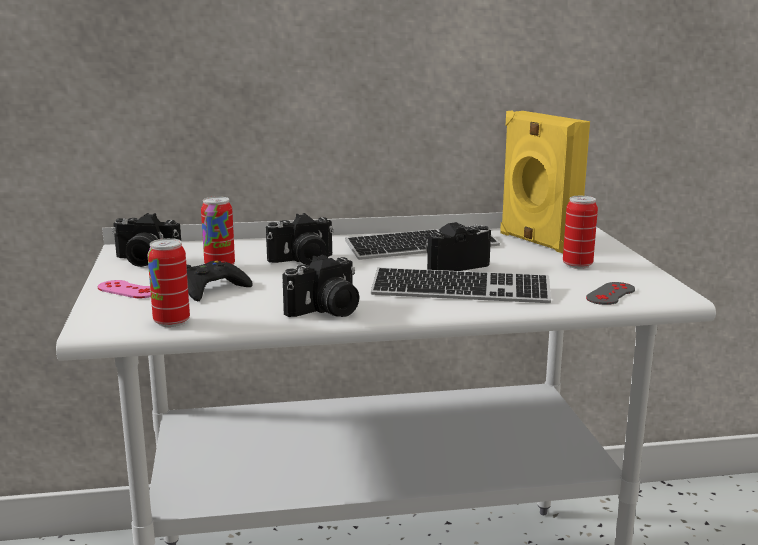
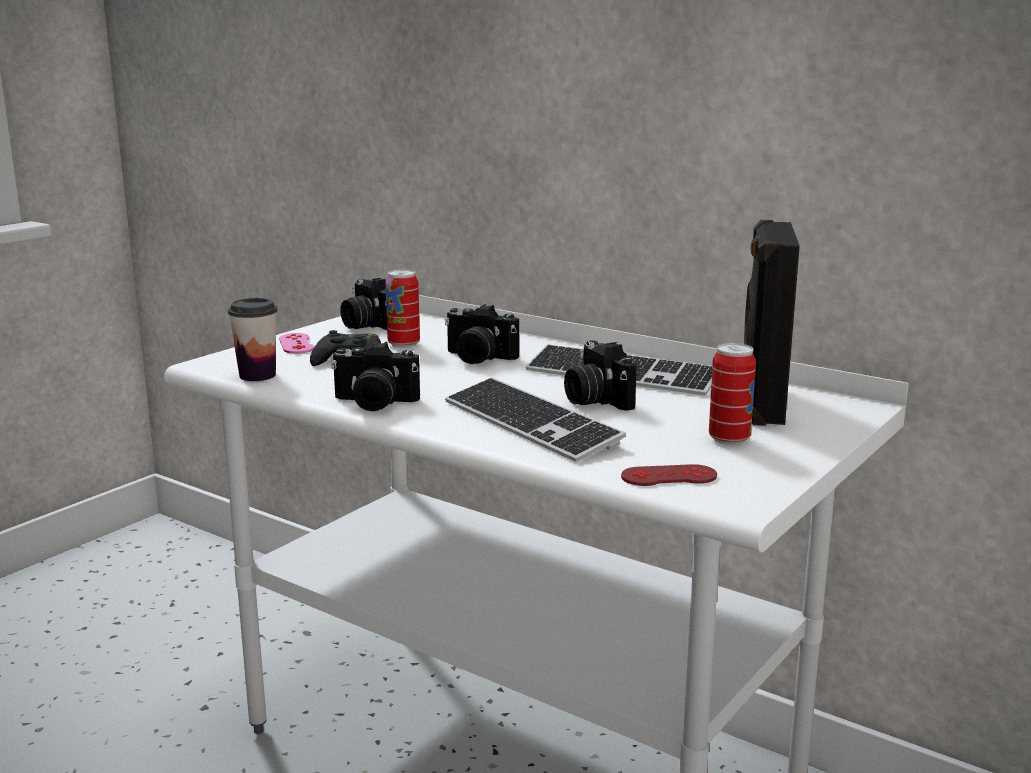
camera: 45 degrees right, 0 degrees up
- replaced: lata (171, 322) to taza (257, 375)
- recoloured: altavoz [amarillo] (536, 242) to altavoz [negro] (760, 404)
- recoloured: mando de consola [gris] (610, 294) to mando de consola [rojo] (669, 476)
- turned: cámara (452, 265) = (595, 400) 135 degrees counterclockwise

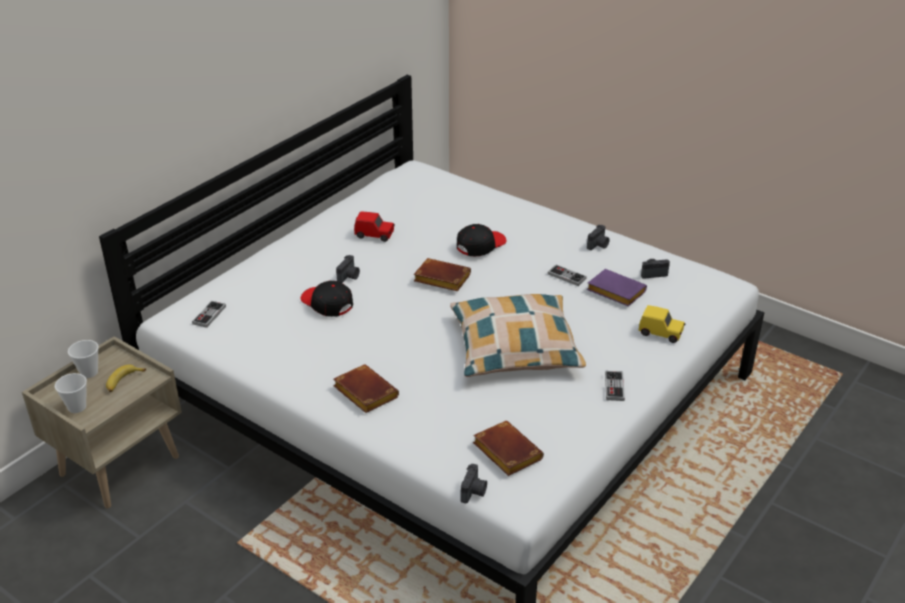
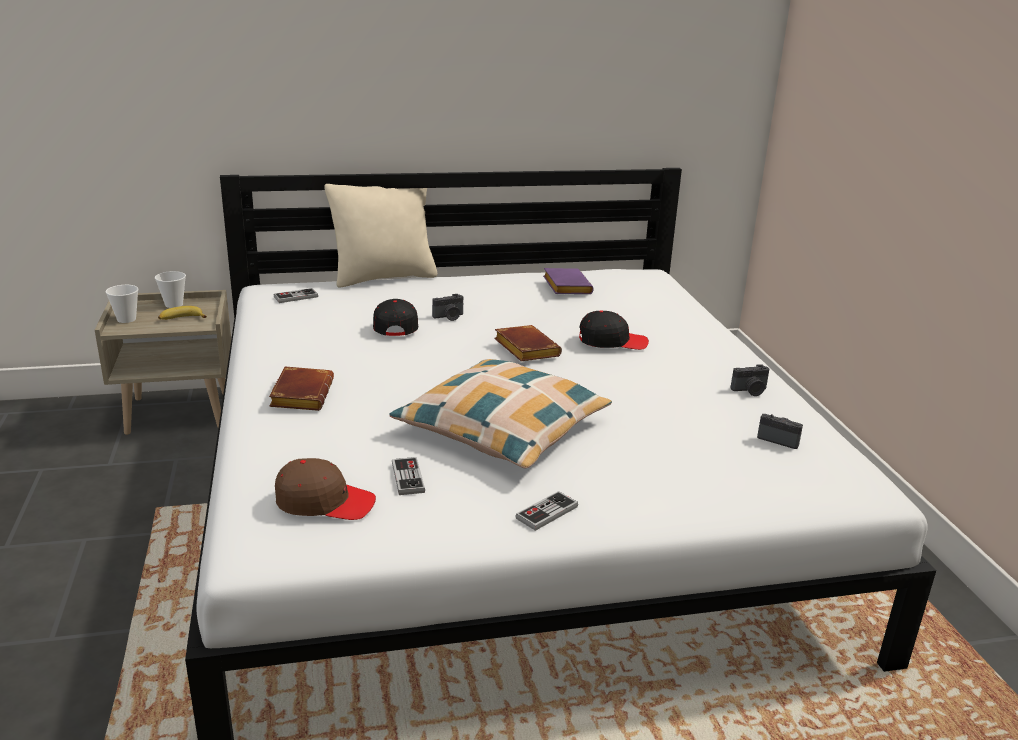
camera: 40 degrees right, 10 degrees down
- removed: coche de juguete [rojo] (375, 235)
- removed: cámara (474, 492)
- removed: coche de juguete [amarillo] (661, 333)
- added: cojín [beis] (384, 277)
- moved: mando de consola (566, 276) to (408, 478)
- moved: libro [morado] (614, 292) to (565, 286)
- replaced: libro [marrón] (504, 452) to gorra [marrón] (324, 502)

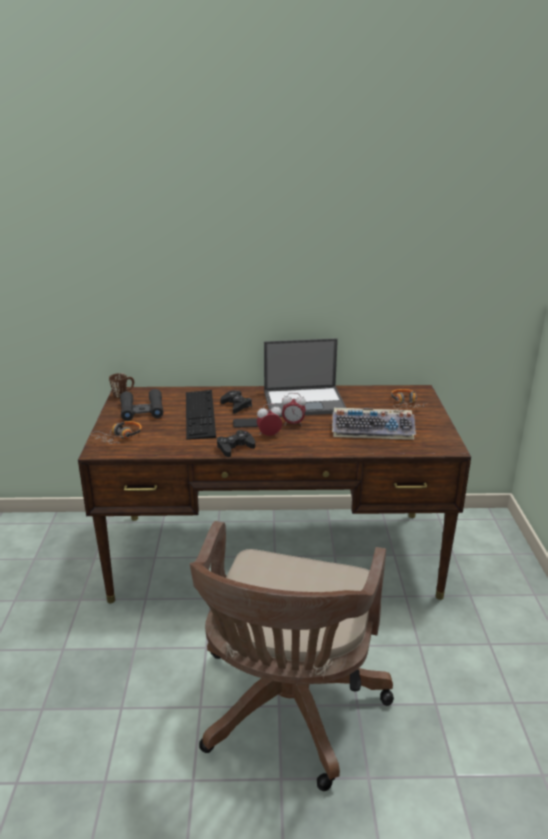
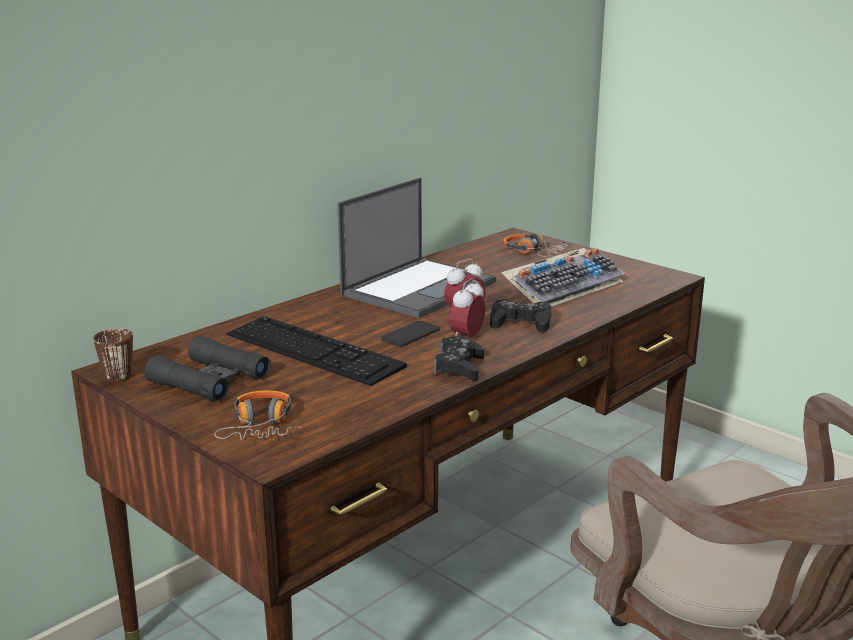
camera: 45 degrees left, 5 degrees down
- moved: mando de consola [negro] (236, 406) to (521, 323)

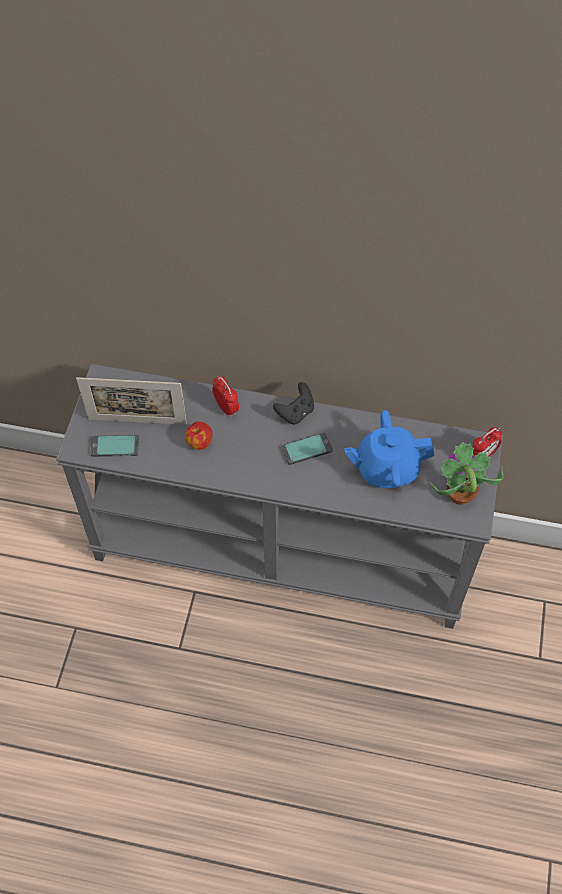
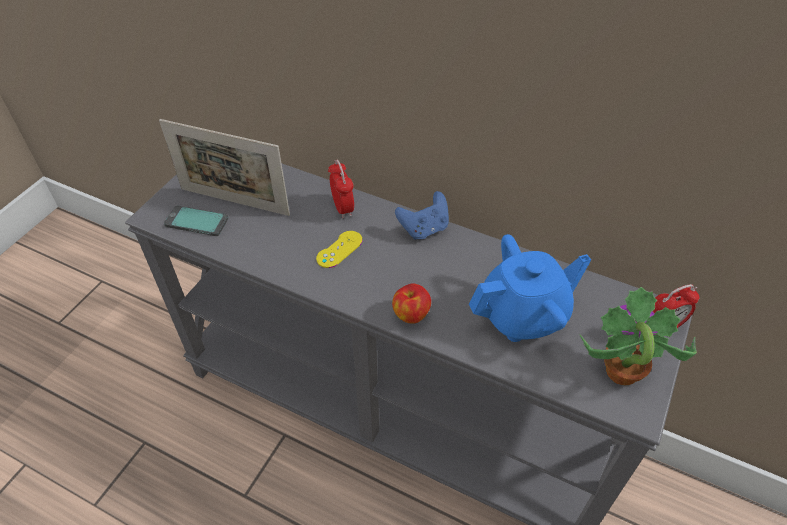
camera: 15 degrees right, 10 degrees down
- removed: móvil (306, 449)
- added: mando de consola [amarillo] (339, 249)
- moved: manzana (199, 442) to (411, 314)
- recoloured: mando de consola [negro] (295, 412) to mando de consola [azul] (424, 229)
- turned: tetera [azul] (386, 468) = (523, 315) 150 degrees clockwise

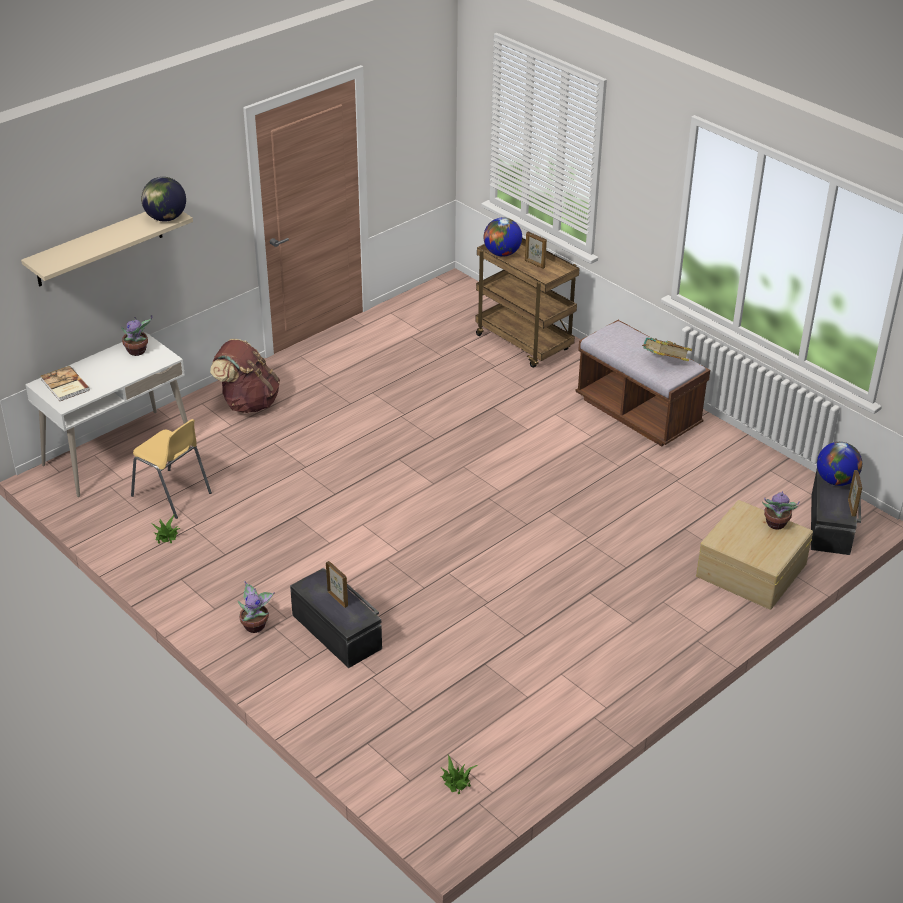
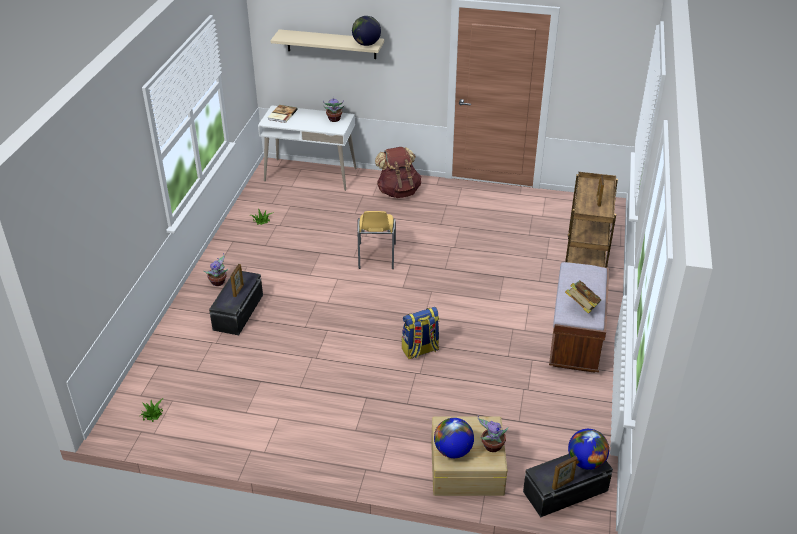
camera: 55 degrees right, 0 degrees up
- added: mochila (420, 350)
- moved: silla [amarillo] (172, 495) to (376, 256)
- moved: globo terráqueo (502, 253) to (453, 451)

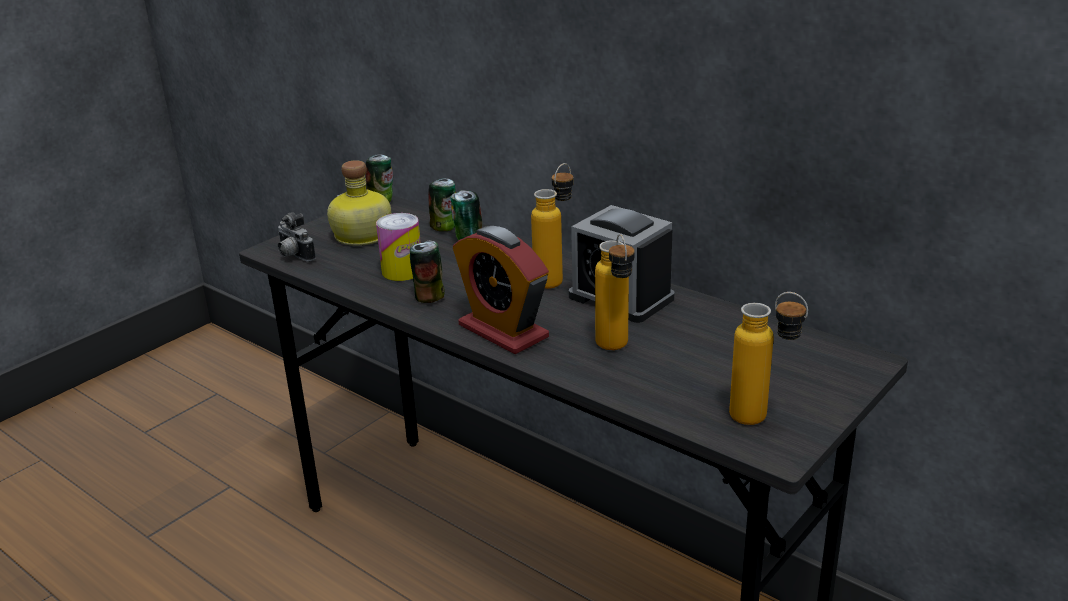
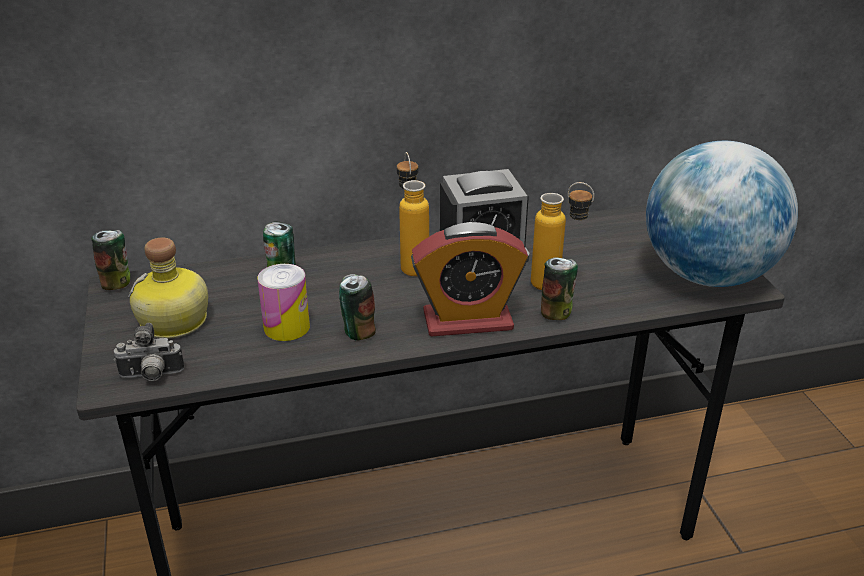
camera: 55 degrees left, 5 degrees up
- moved: lata (445, 228) to (556, 313)
- replaced: botella (762, 420) to globo terráqueo (707, 275)

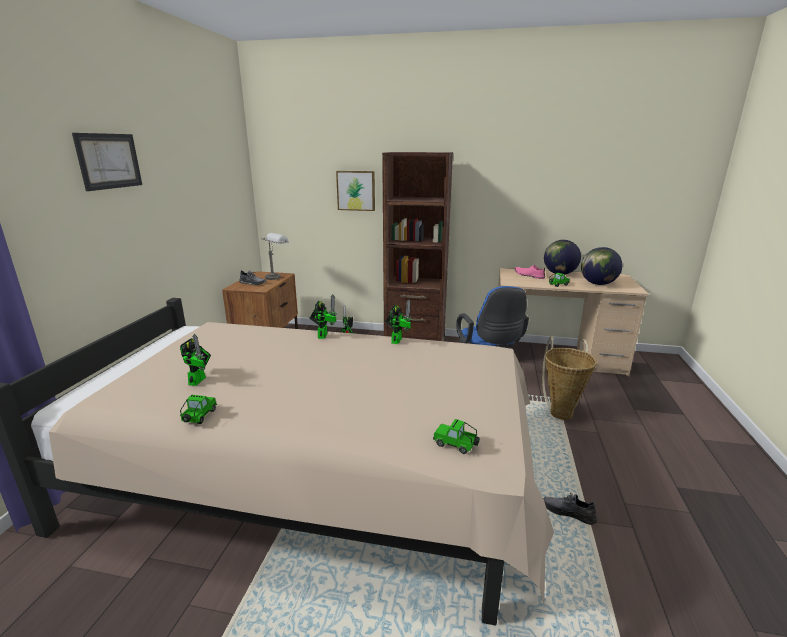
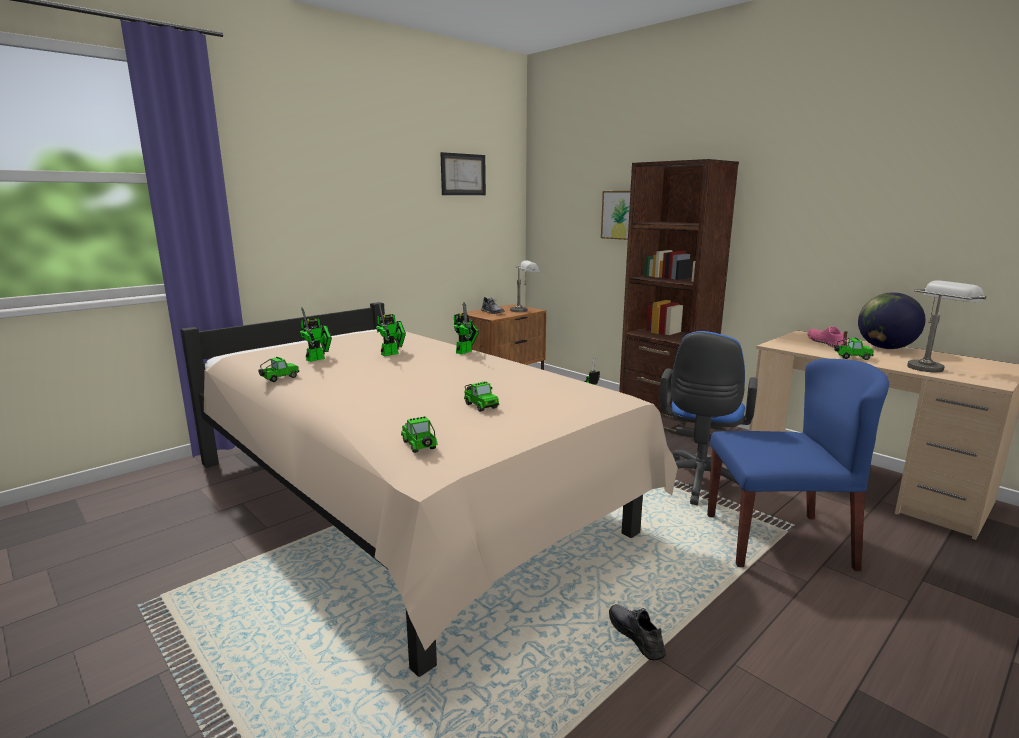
camera: 35 degrees right, 5 degrees down
- added: coche de juguete (480, 405)
- moved: cuadro (109, 161) to (463, 174)
- moved: robot de juguete (397, 340) to (392, 353)
- replaced: cesta (561, 411) to silla [azul] (779, 540)
- replaced: globo terráqueo (597, 284) to lámpara de mesa [gris] (931, 366)

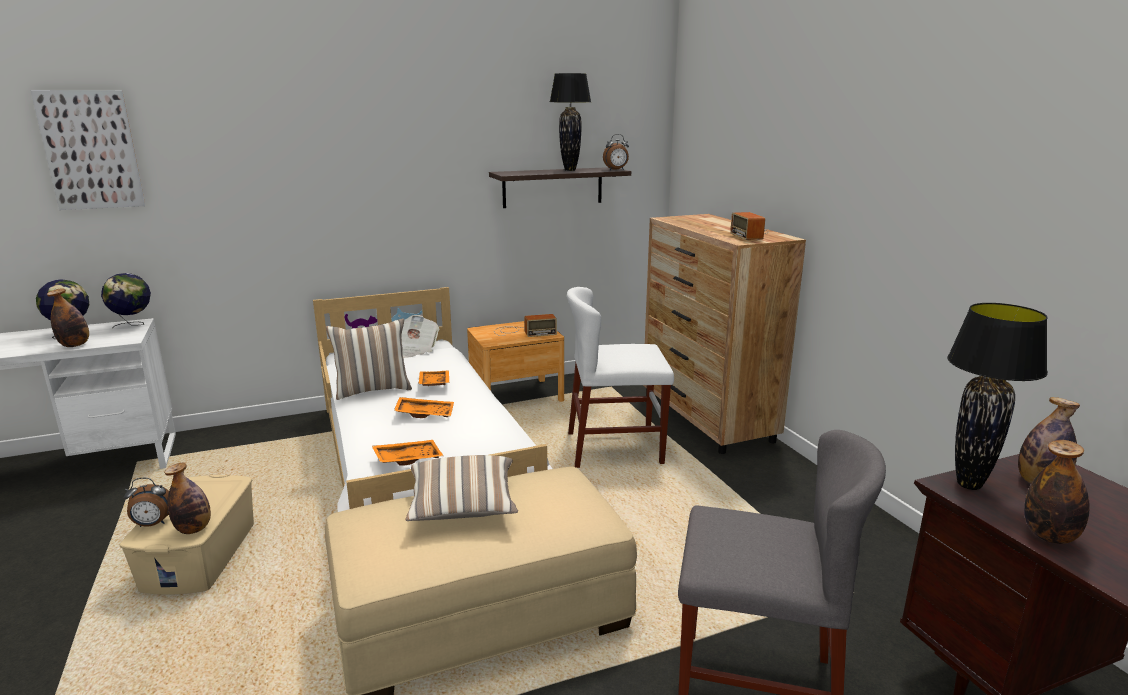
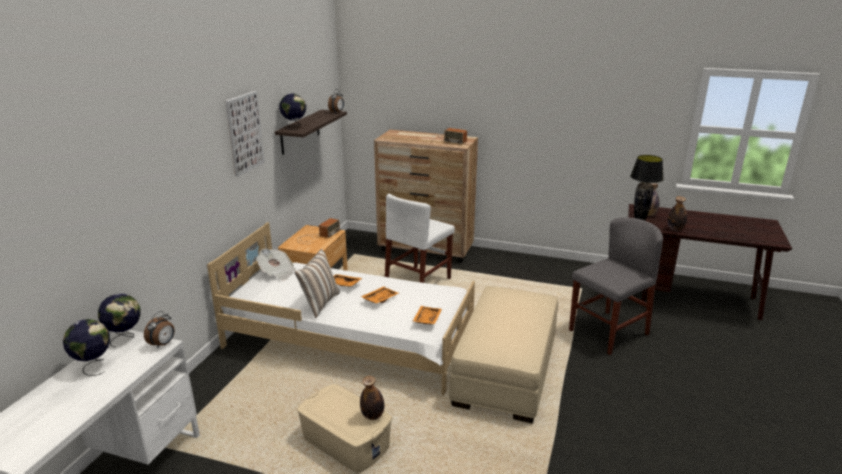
camera: 50 degrees left, 5 degrees up
- removed: botella (75, 345)
- removed: cojín (463, 507)
- removed: lámpara de mesa [negro] (569, 170)
- added: globo terráqueo (294, 127)
- moved: cuadro (91, 150) to (244, 133)
- moved: despertador (152, 524) to (163, 344)

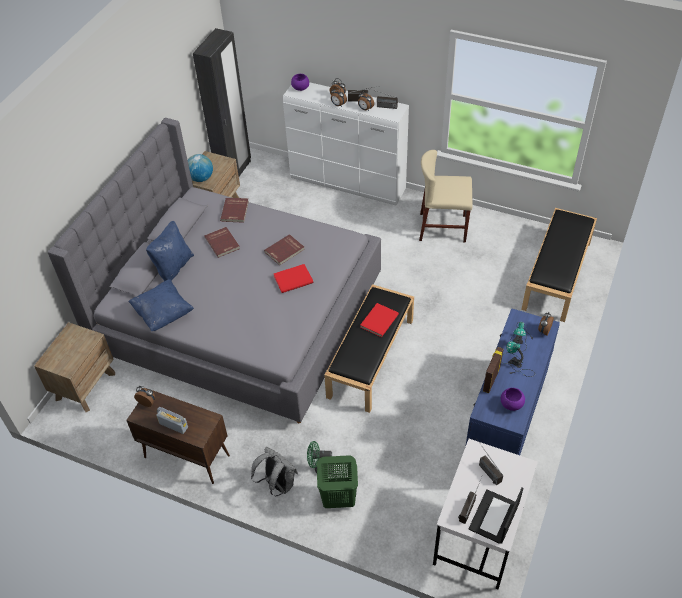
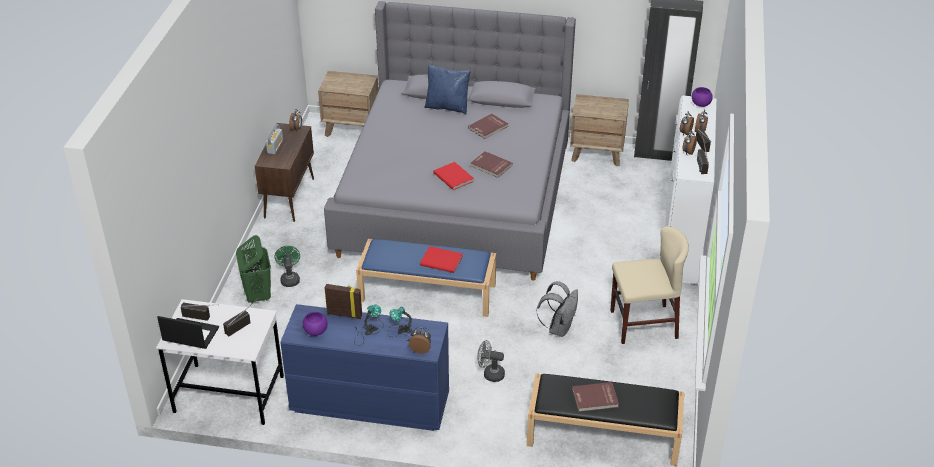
camera: 75 degrees right, 10 degrees down
- removed: cojín [azul] (163, 313)
- removed: globo terráqueo (201, 178)
- added: ventilador [gris] (490, 374)
- moved: libro [rojo] (235, 211) to (595, 398)
- moved: mochila [gris] (277, 484) to (559, 328)
- recoloured: banco [negro] (370, 357) to banco [azul] (428, 292)
- turned: silla [beis] (442, 227) = (643, 324) 90 degrees clockwise

